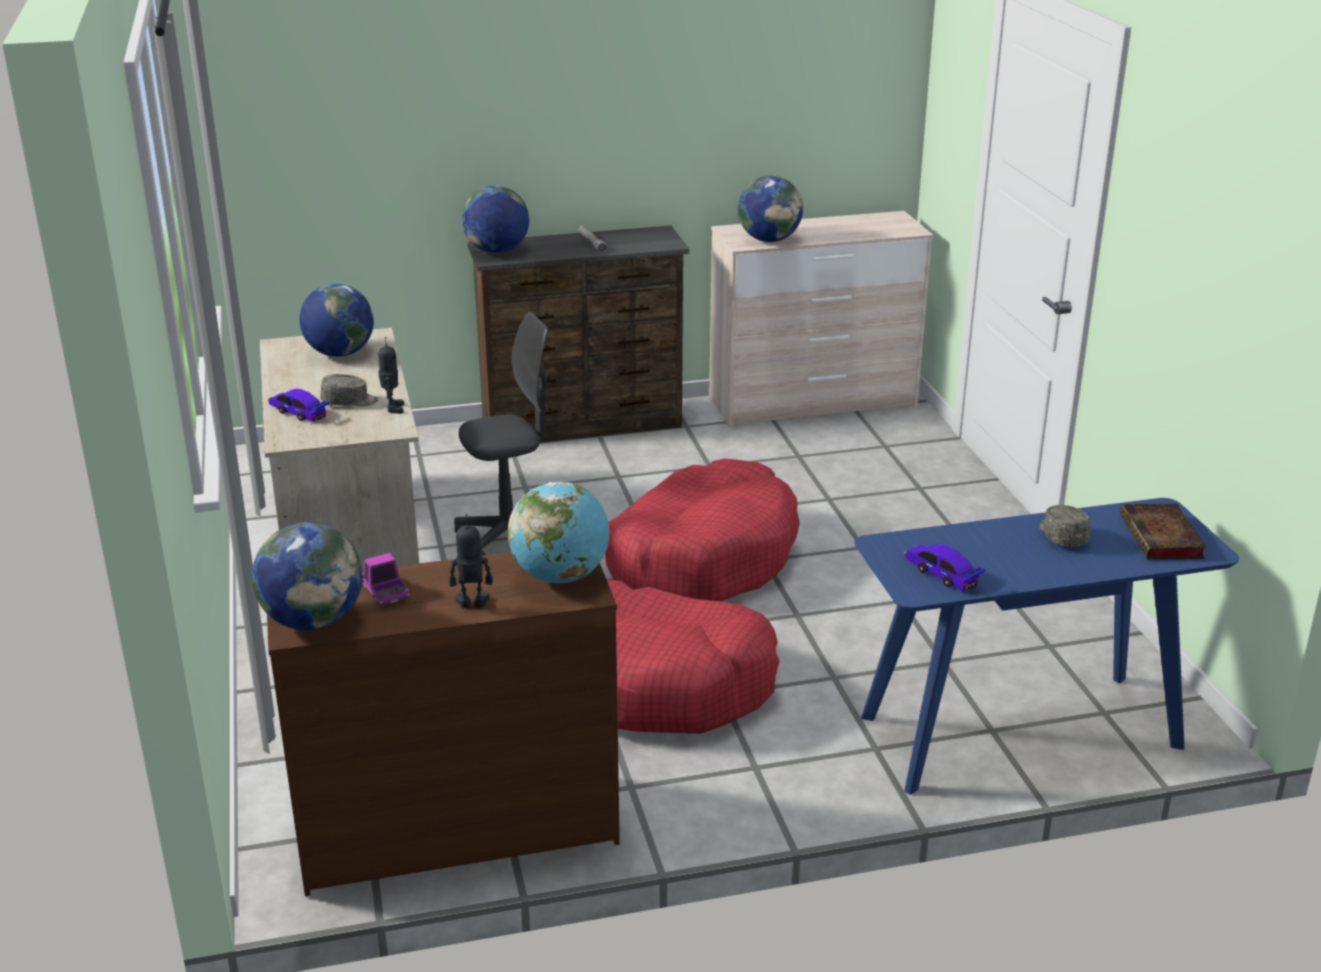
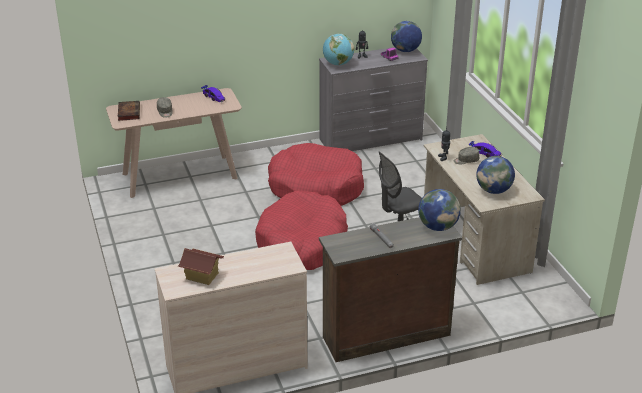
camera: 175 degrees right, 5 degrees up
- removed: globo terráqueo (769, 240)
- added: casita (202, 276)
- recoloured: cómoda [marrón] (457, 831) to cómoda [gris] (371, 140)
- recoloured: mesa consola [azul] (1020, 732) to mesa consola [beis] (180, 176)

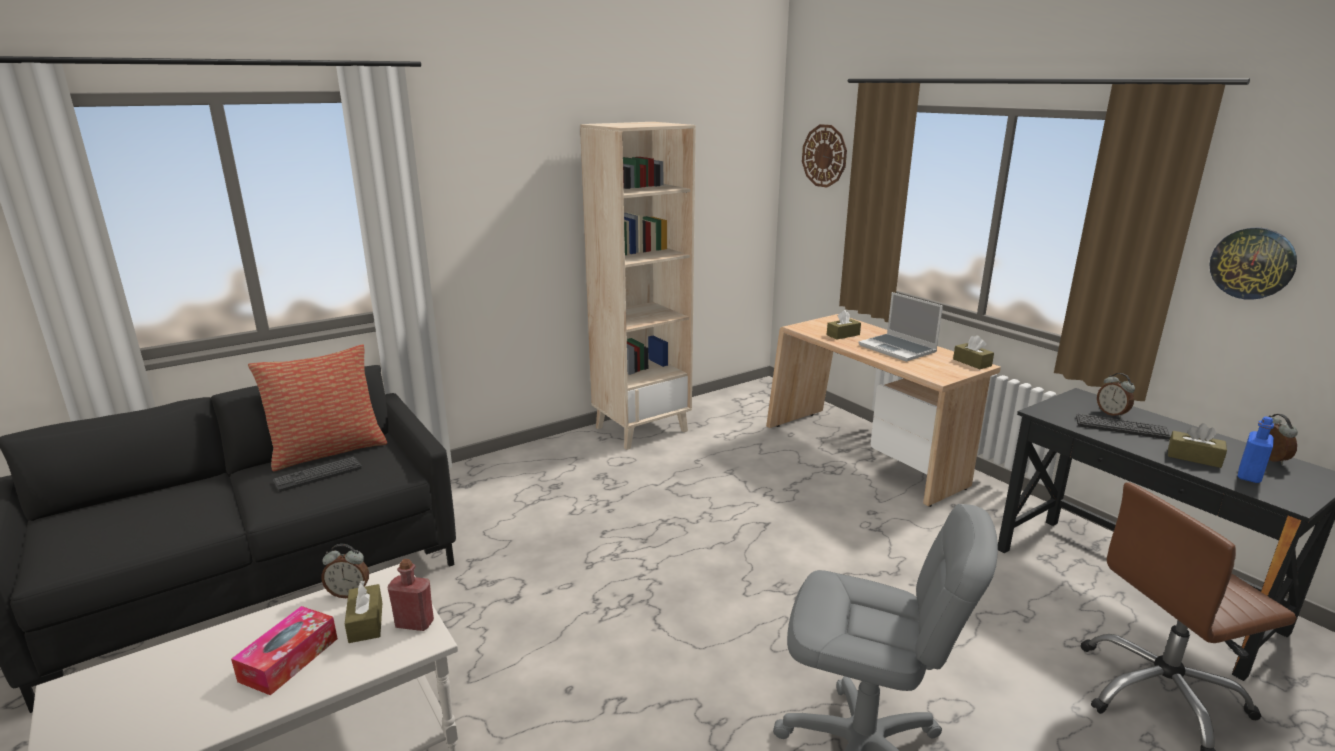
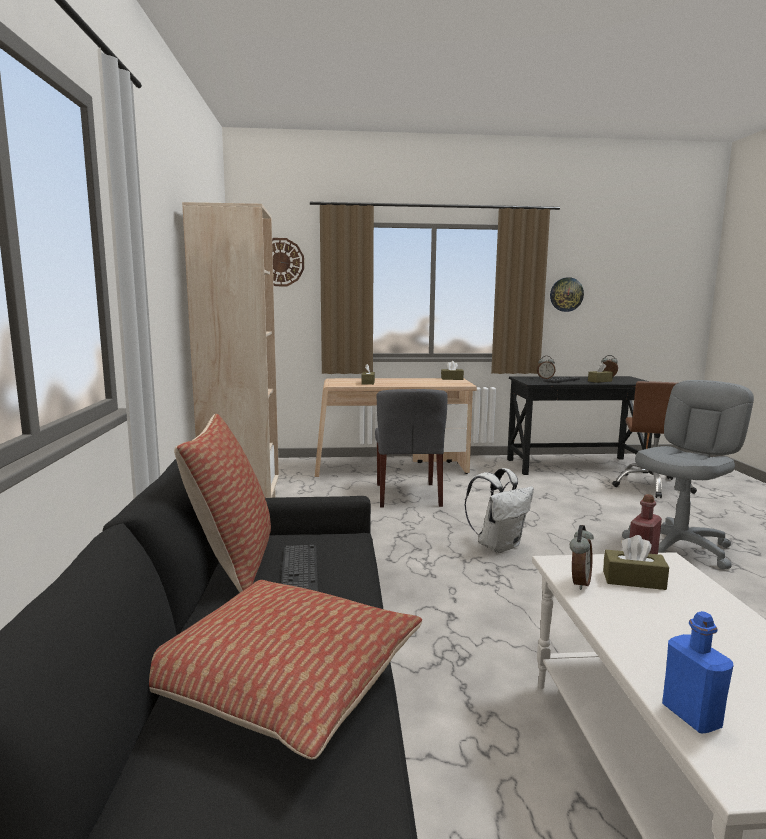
camera: 60 degrees left, 10 degrees down
- removed: caja de pañuelos (289, 659)
- removed: portátil (898, 349)
- added: cojín (282, 683)
- added: silla [gris] (408, 495)
- added: mochila [blanco] (498, 545)
- moved: botella [azul] (1249, 476) to (691, 716)

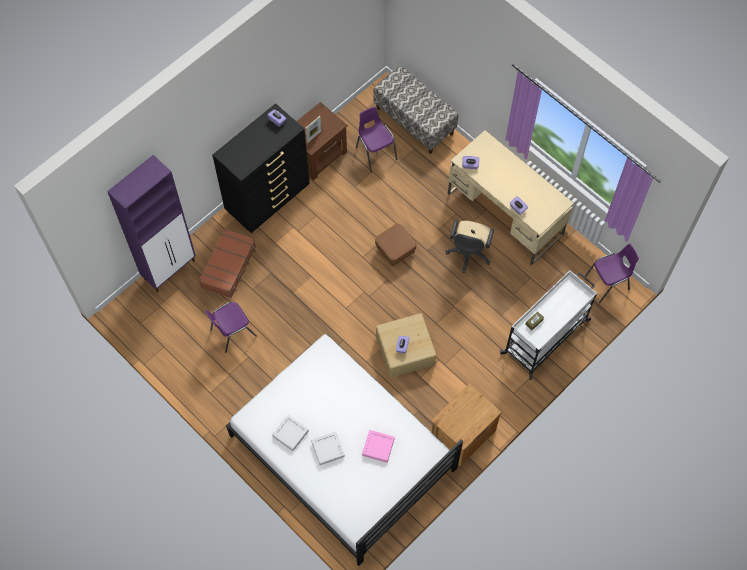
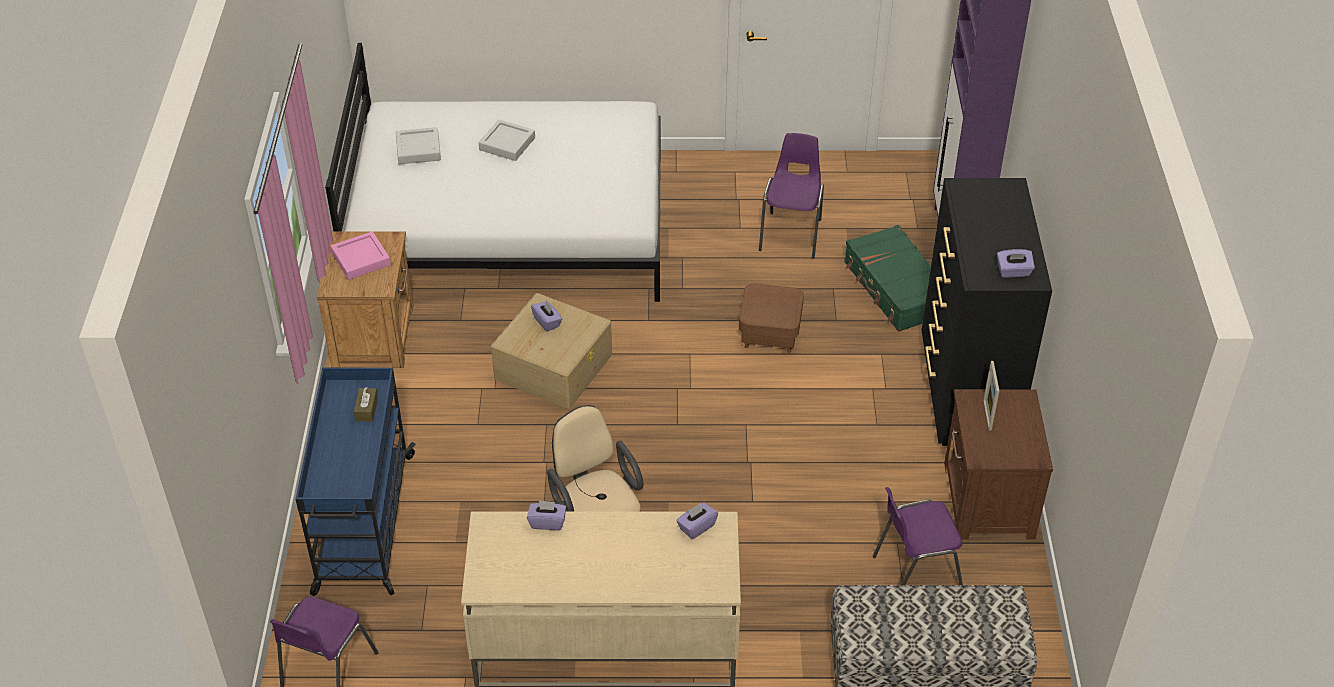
camera: 135 degrees right, 20 degrees down
- moved: bandeja [gris] (290, 433) to (418, 149)
- moved: bandeja [rosa] (378, 447) to (361, 259)
- moved: puf [marrón] (395, 251) to (769, 334)
- recoloured: maleta [marrón] (229, 266) to maleta [verde] (896, 289)
- recoloured: carrito [blanco] (546, 336) to carrito [azul] (364, 524)
- turned: silla [morado] (375, 152) = (914, 573) 150 degrees clockwise

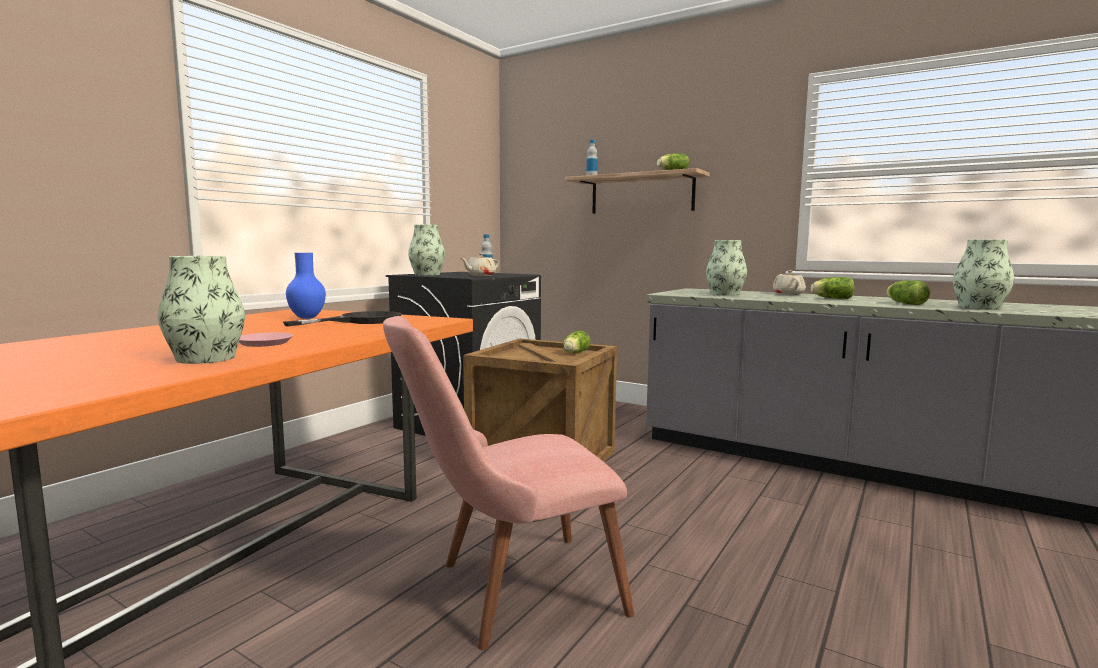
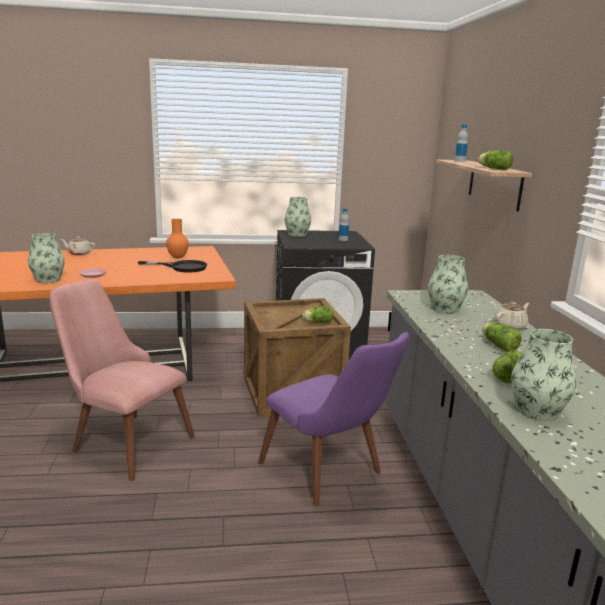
camera: 50 degrees right, 10 degrees up
- added: silla [morado] (331, 474)
- moved: tetera [beis] (480, 276) to (79, 253)
- recoloured: florero [azul] (307, 318) to florero [naranja] (177, 257)

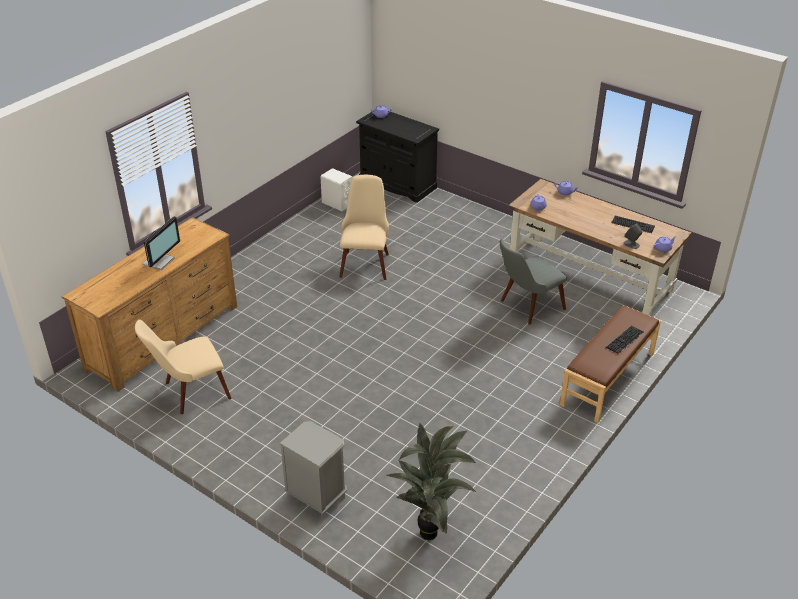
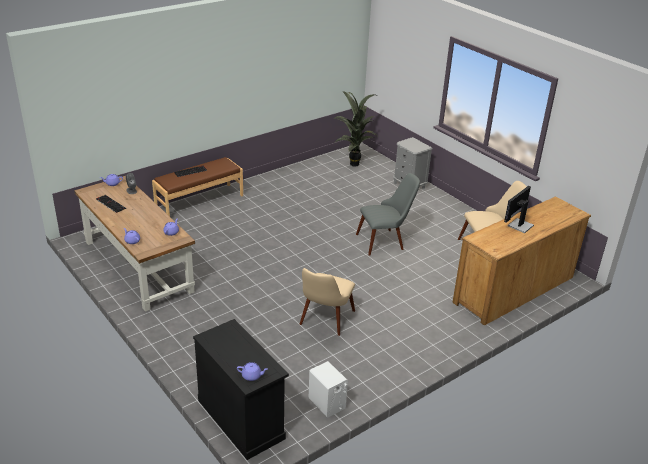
camera: 165 degrees left, 5 degrees down
- moved: silla [gris] (526, 307) to (385, 241)

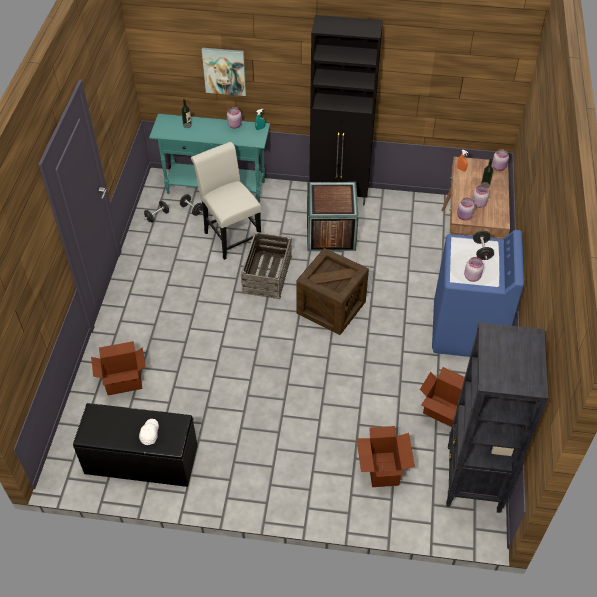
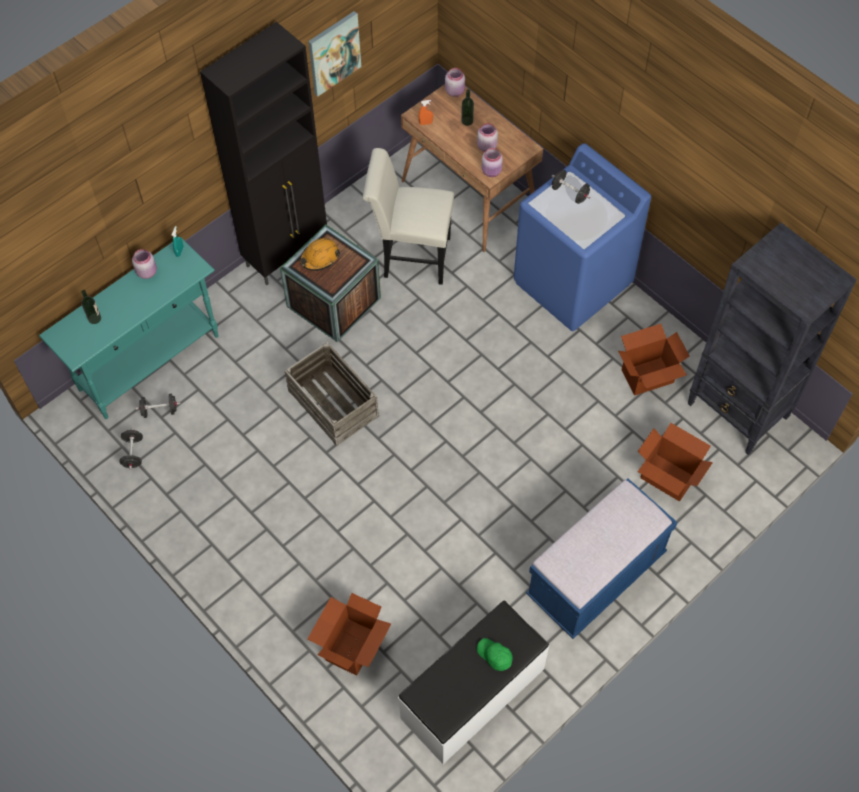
camera: 50 degrees left, 10 degrees up
- removed: caja de embalaje (331, 307)
- removed: tarro [rosa] (472, 276)
- added: casco [naranja] (319, 257)
- added: banco [azul] (596, 575)
- moved: silla [blanco] (230, 235) to (411, 256)
- moved: cuadro (224, 71) to (333, 53)
- recoloured: banco [negro] (141, 460) to banco [blanco] (473, 694)
- recoloured: gorra [blanco] (149, 433) to gorra [verde] (494, 656)

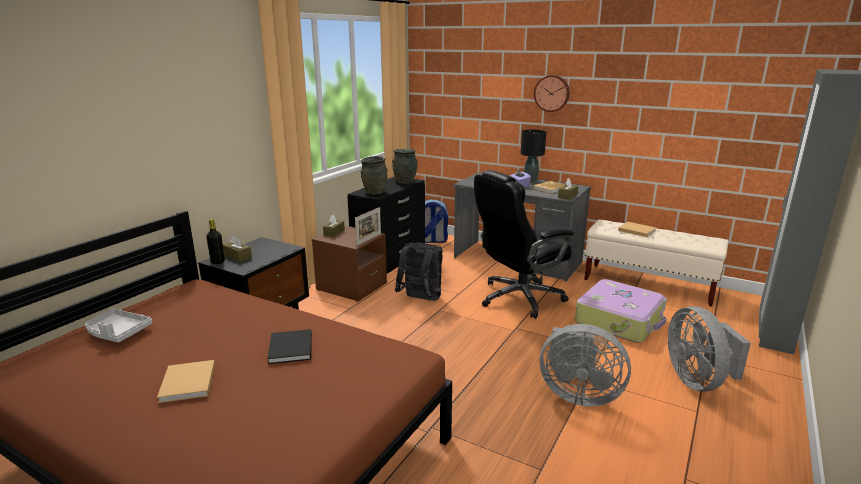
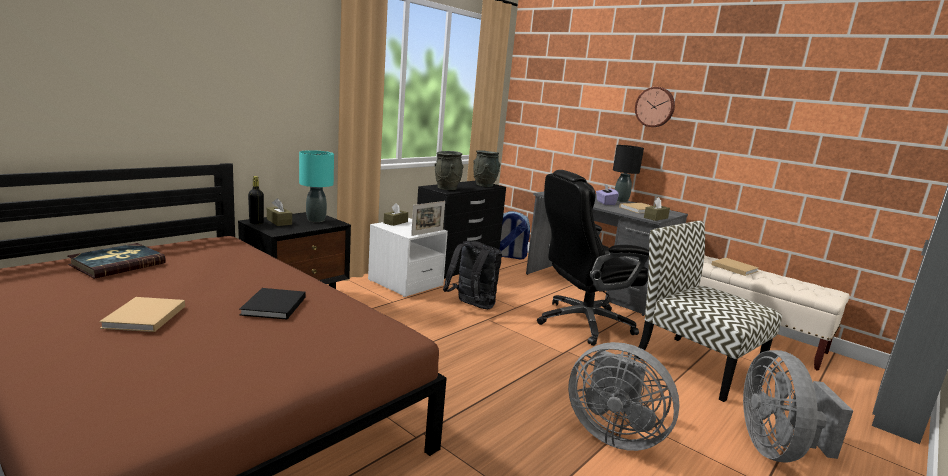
camera: 10 degrees right, 5 degrees down
- added: lámpara de mesa [turquesa] (316, 220)
- replaced: bandeja [gris] (117, 332) to libro (117, 264)
- replaced: maleta (619, 320) to silla (694, 365)
- recoloured: mesita de noche [marrón] (351, 287) to mesita de noche [blanco] (405, 283)

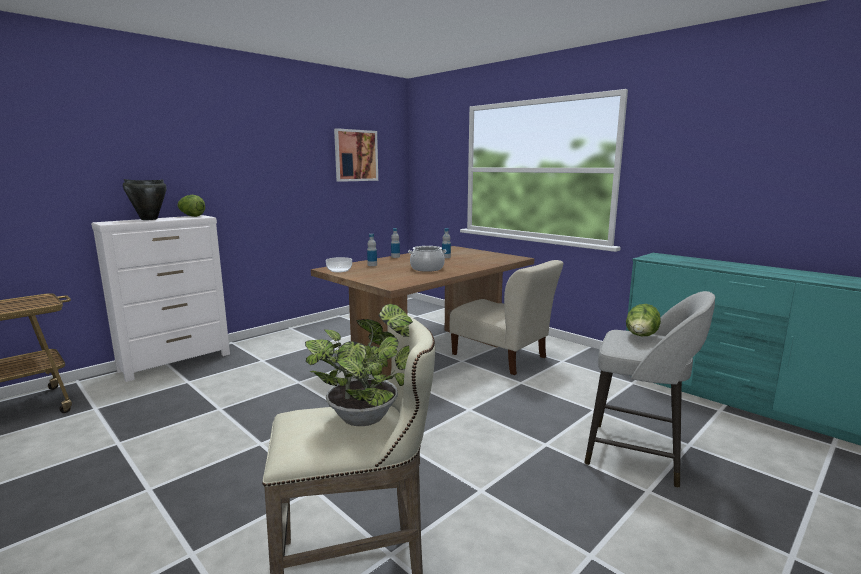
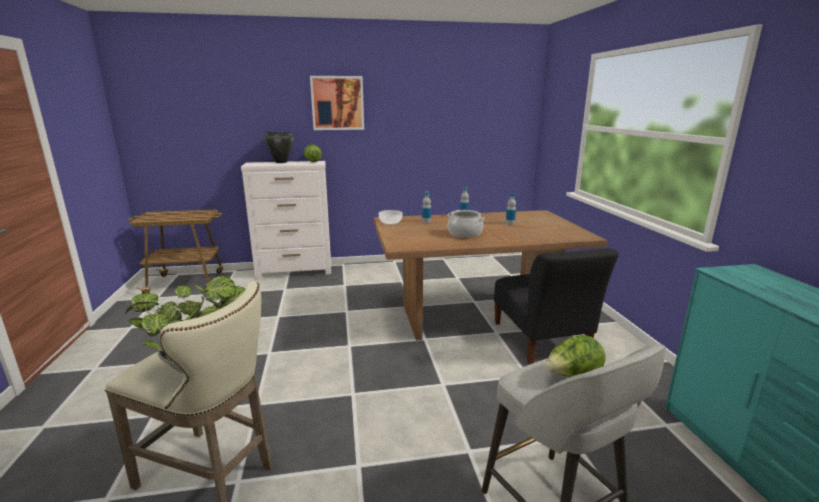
camera: 35 degrees right, 5 degrees up
- moved: cuadro (356, 155) to (337, 103)
- recoloured: silla [beis] (502, 357) to silla [negro] (541, 341)

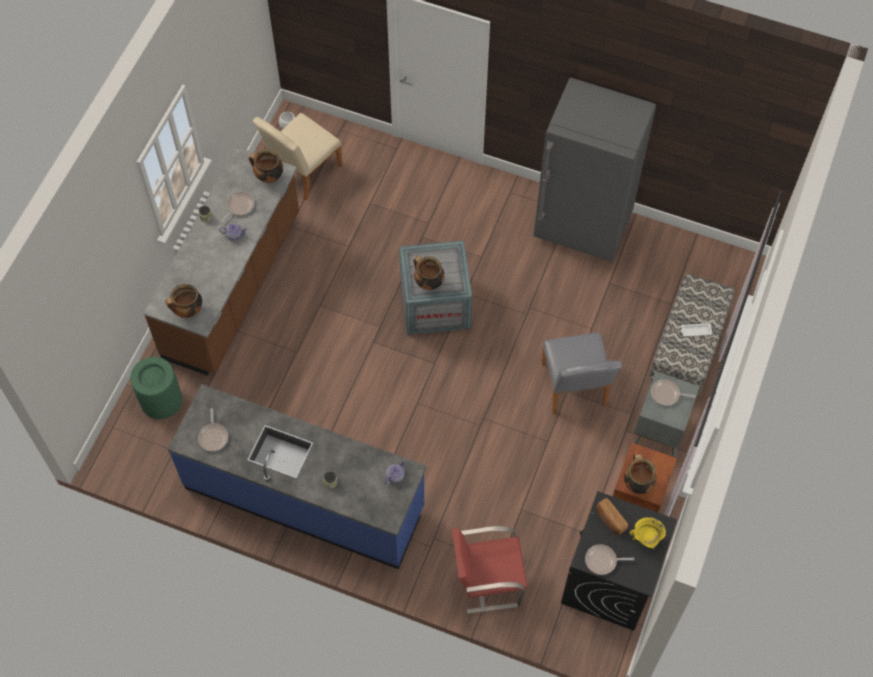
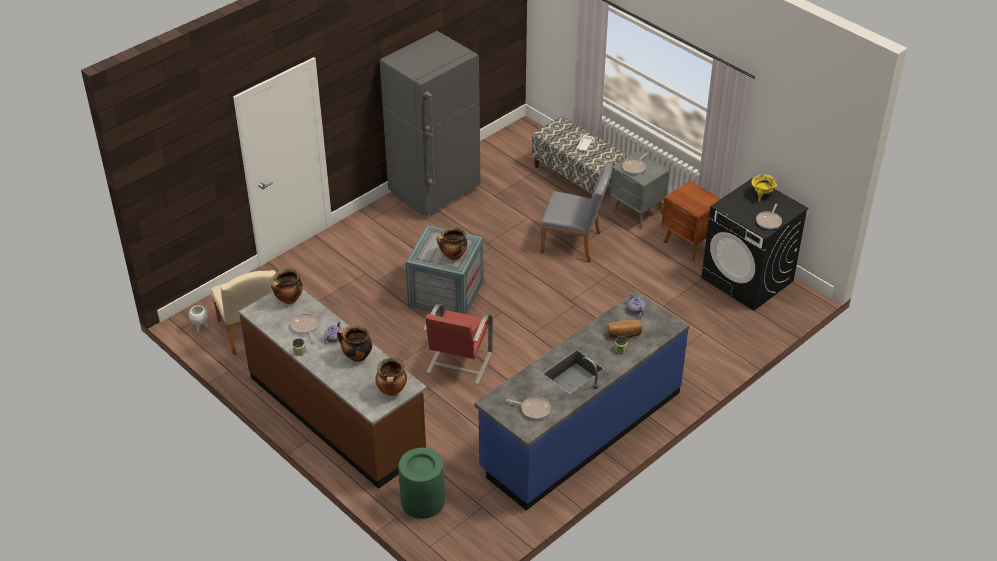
camera: 65 degrees left, 20 degrees down
- moved: silla [rojo] (487, 580) to (458, 363)
- moved: pan (610, 519) to (624, 334)
- moved: olla (637, 483) to (356, 356)

